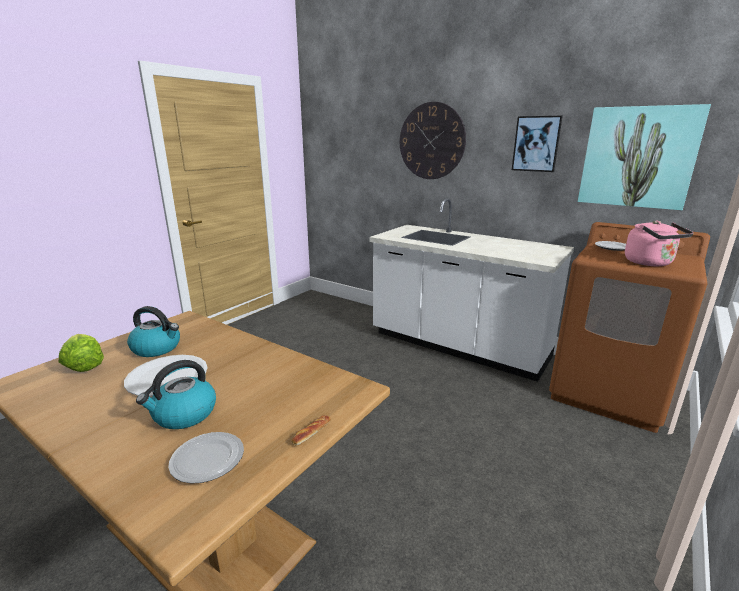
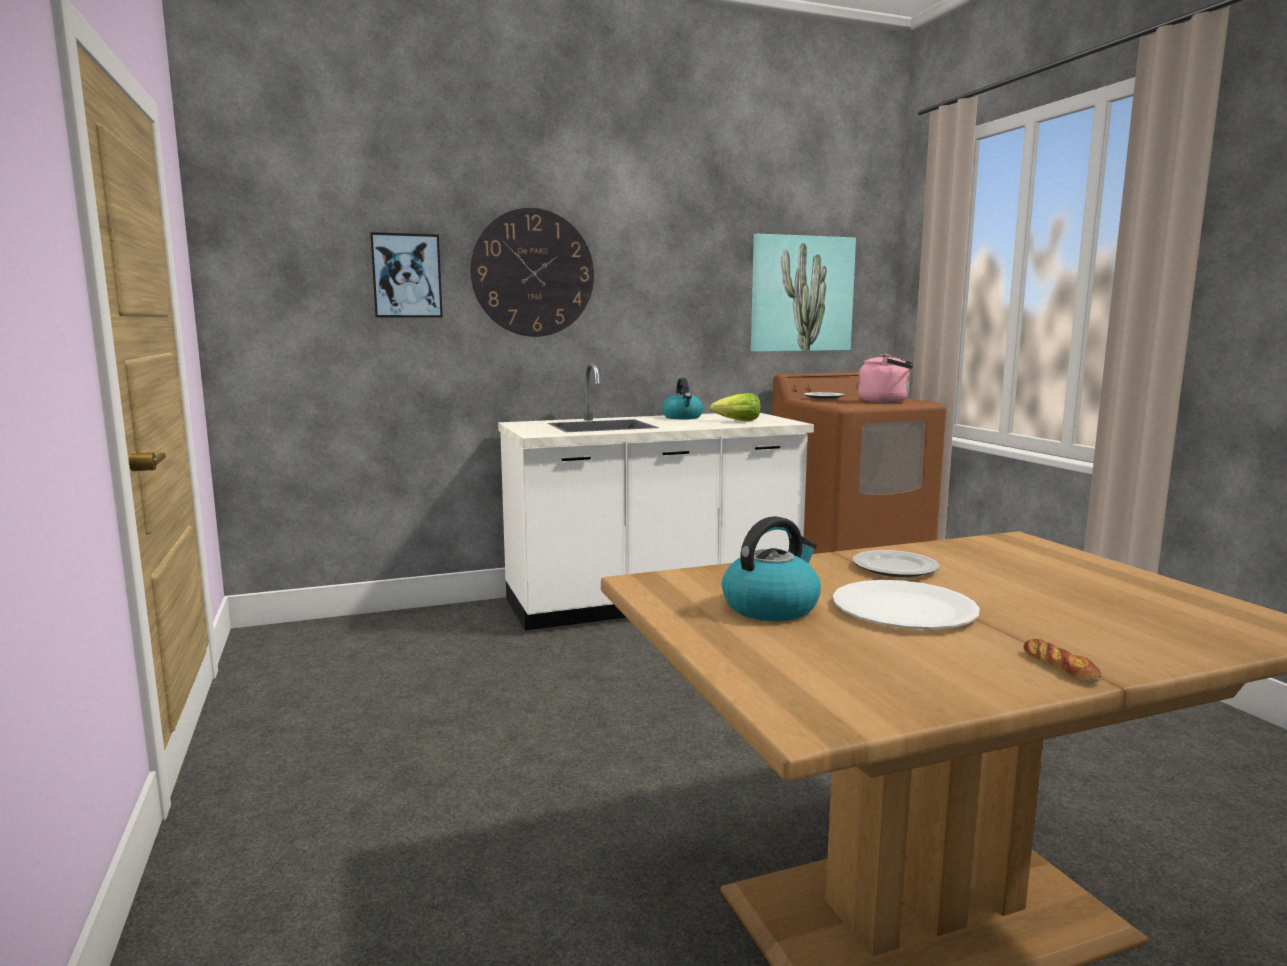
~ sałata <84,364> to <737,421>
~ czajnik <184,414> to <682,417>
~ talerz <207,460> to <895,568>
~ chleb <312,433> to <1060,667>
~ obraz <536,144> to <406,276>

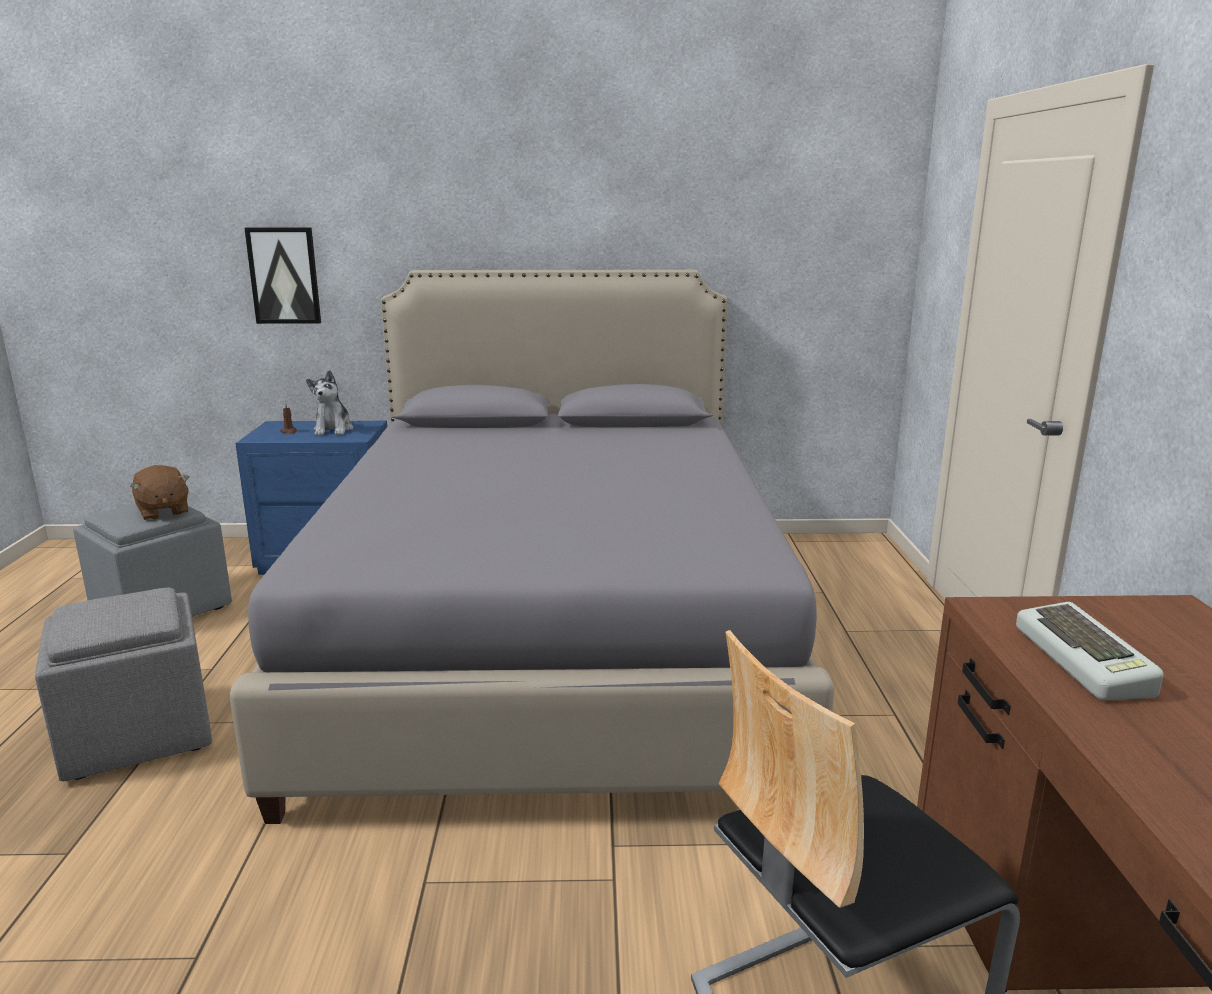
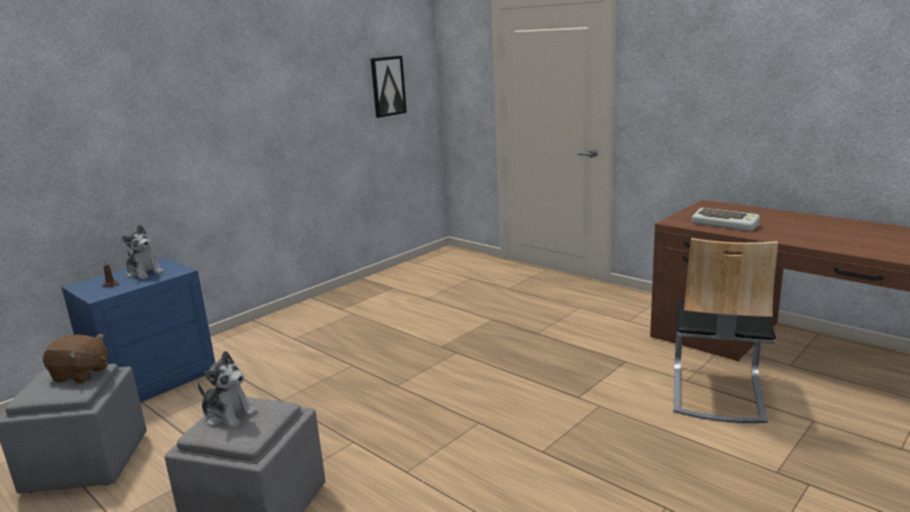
- łóżko [szary] <551,639>
+ pluszak <228,415>
~ obraz <284,275> to <388,86>

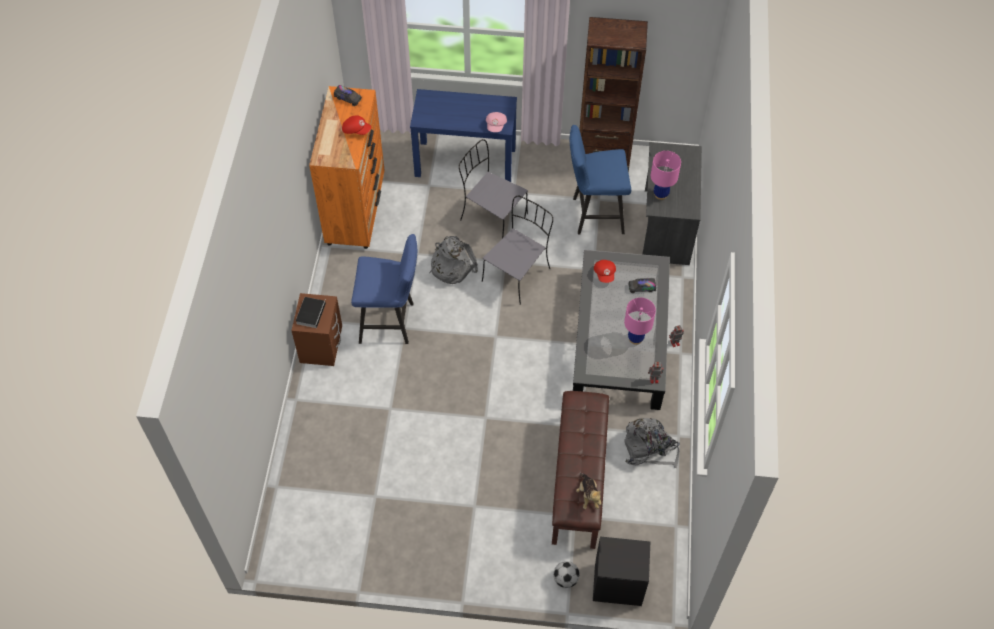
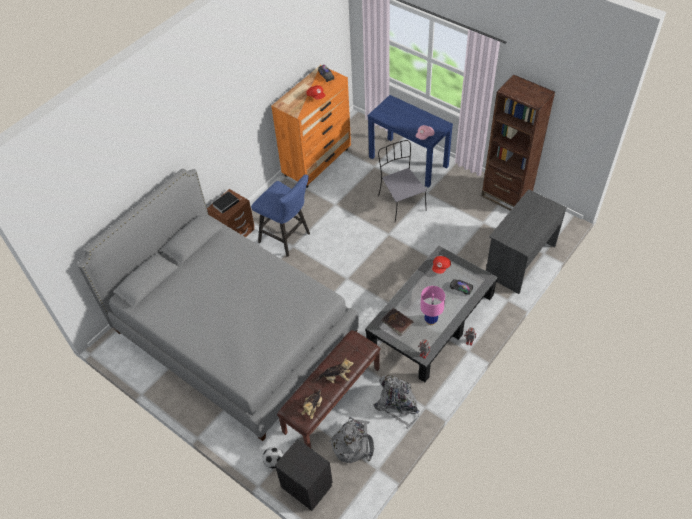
- krzesło [szary] <517,274>
- stołek [niebieski] <593,215>
- lampa stołowa [różowy] <660,194>
+ łóżko [szary] <234,332>
+ pluszak <336,377>
+ książka [brązowy] <397,322>
~ plecak [szary] <451,265> to <353,443>

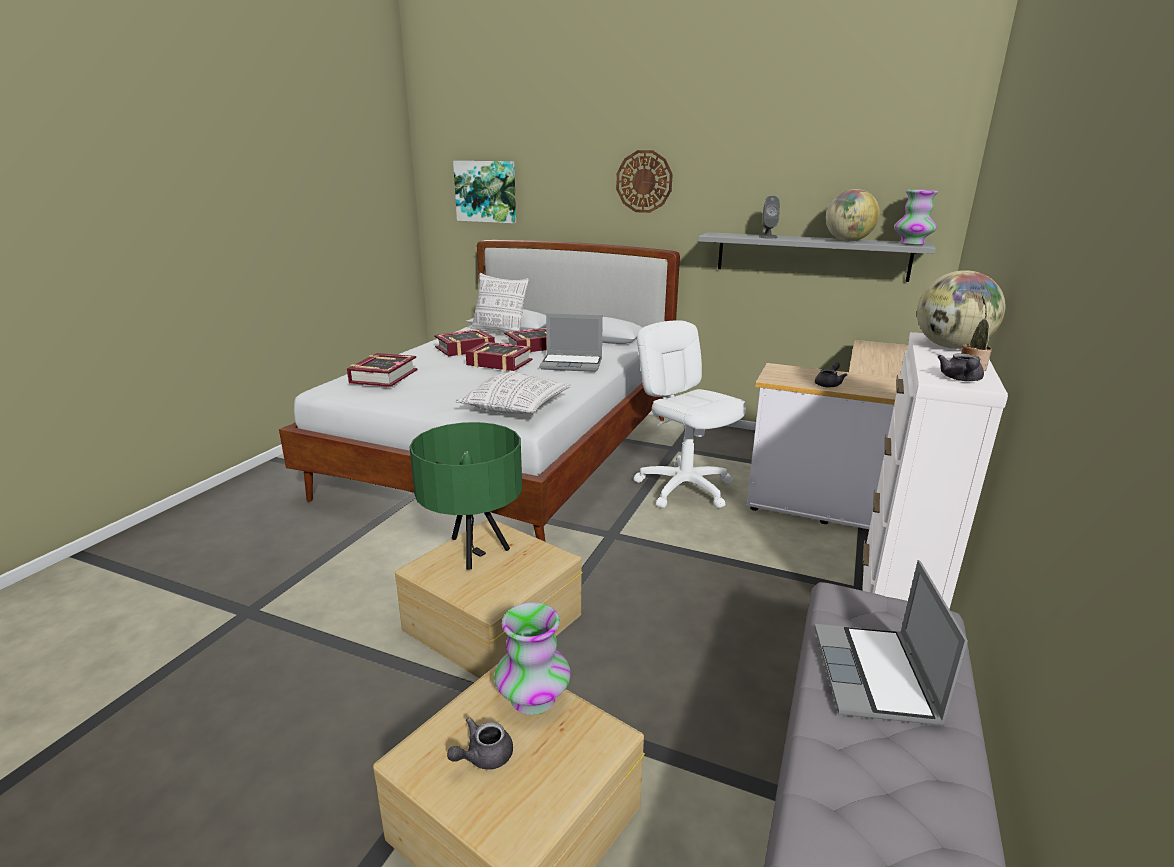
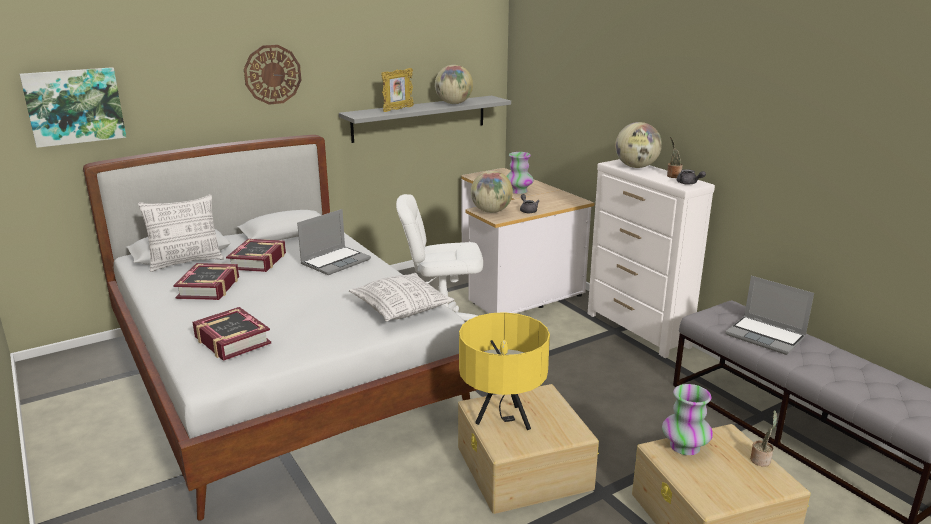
- imbryk [szary] <483,757>
- książka <499,363>
+ globus <491,211>
+ roślina doniczkowa <761,460>
~ wazon <912,243> to <518,191>
~ głośnik [szary] <767,237> to ramka na zdjęcie <398,109>
~ lampa stołowa [zielony] <473,550> to lampa stołowa [żółty] <502,420>

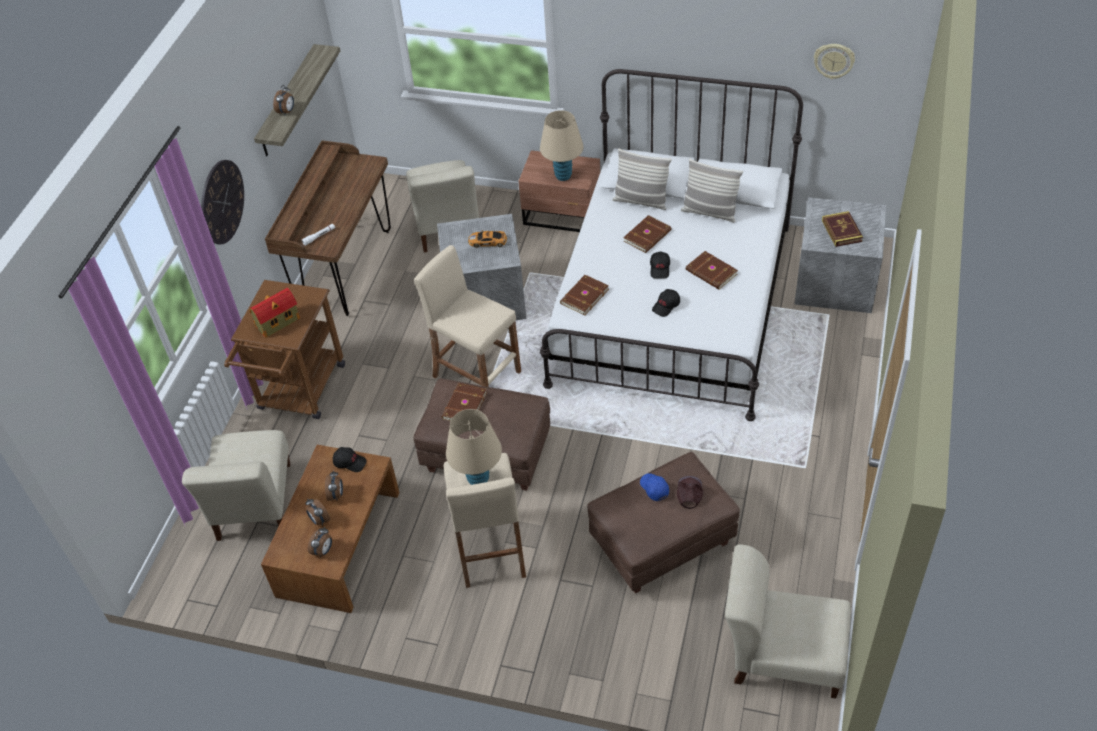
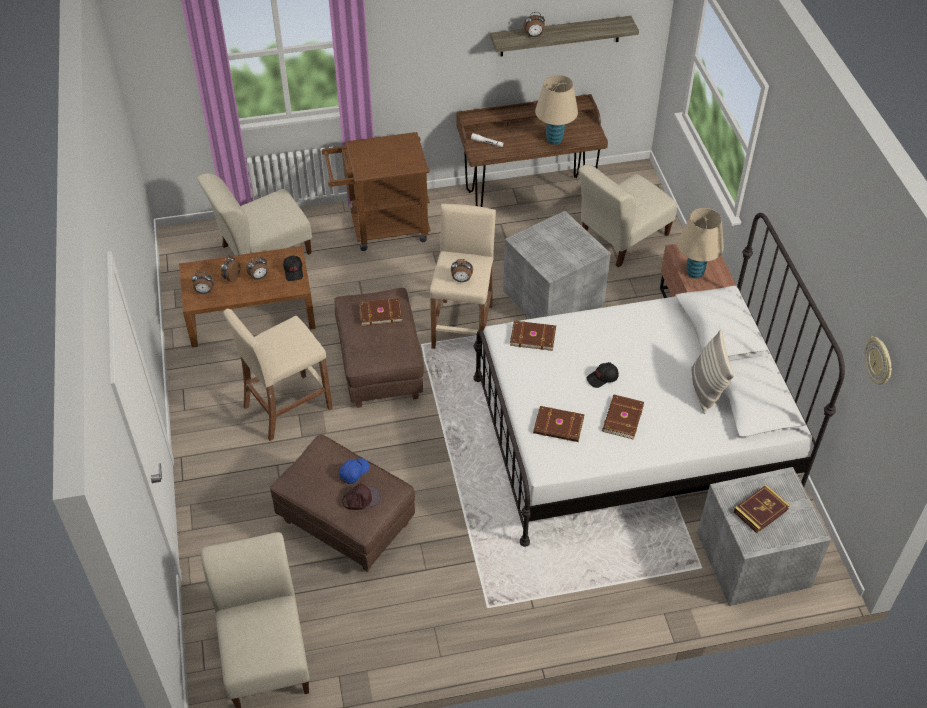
- zegar ścienny <222,202>
- domek <277,323>
- samochodzik <488,242>
- poduszka <641,201>
- czapka z daszkiem [czarny] <666,306>
+ budzik <461,280>
~ lampa stołowa [beżowy] <478,479> to <554,140>
~ książka [brązowy] <648,236> to <558,426>

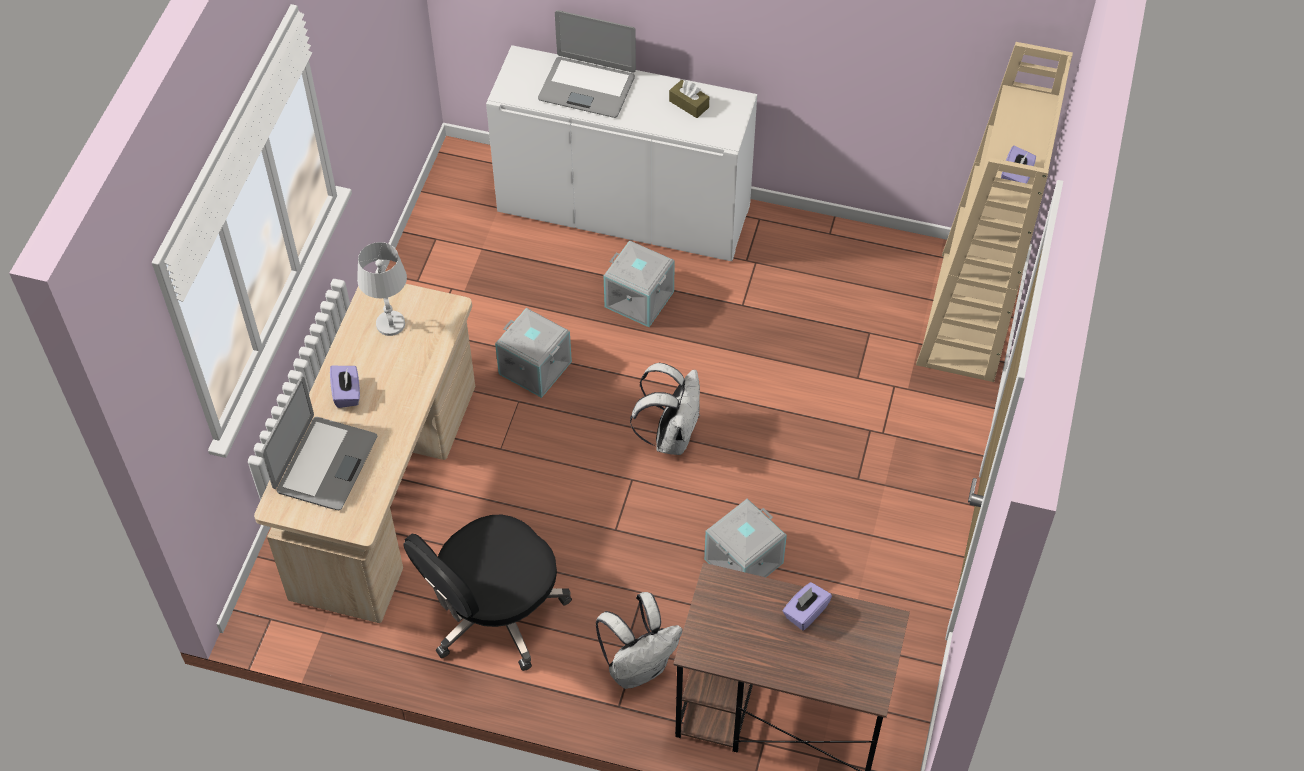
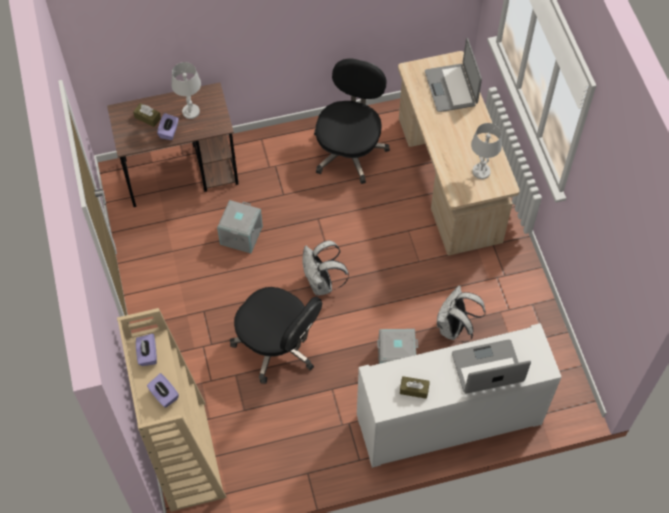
- pojemnik do przechowywania [szary] <536,367>
+ pudełko chusteczek [brązowy] <147,118>
+ lampa stołowa [biały] <190,111>
+ krzesło biurowe [czarny] <277,345>
~ pudełko chusteczek [fioletowy] <347,393> to <164,395>
~ plecak [biały] <638,667> to <454,328>

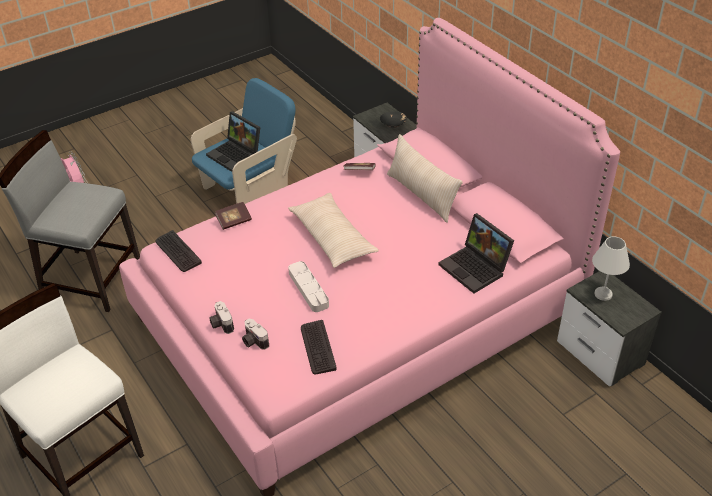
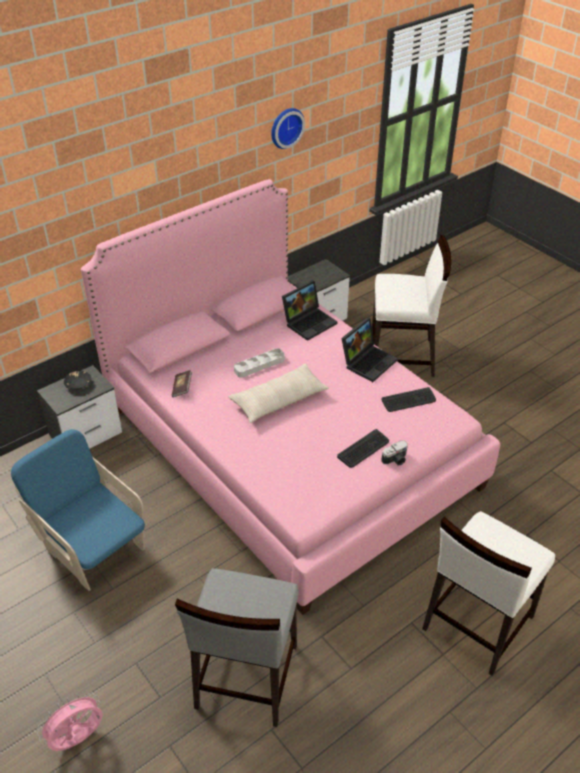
- książka <234,221>
- aparat fotograficzny <254,341>
- poduszka [beżowy] <421,195>
- lampa stołowa [biały] <602,293>
+ zegar ścienny <285,127>
+ krzesło [biały] <402,356>
~ klawiatura <178,252> to <363,449>
~ laptop <236,155> to <368,361>
~ taca [szary] <308,289> to <259,365>

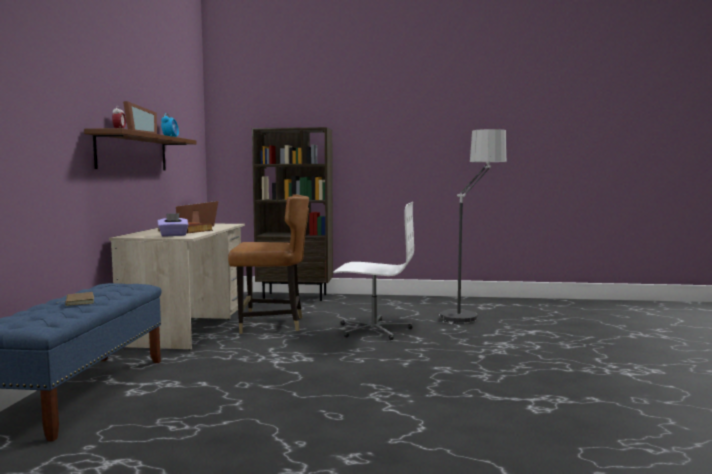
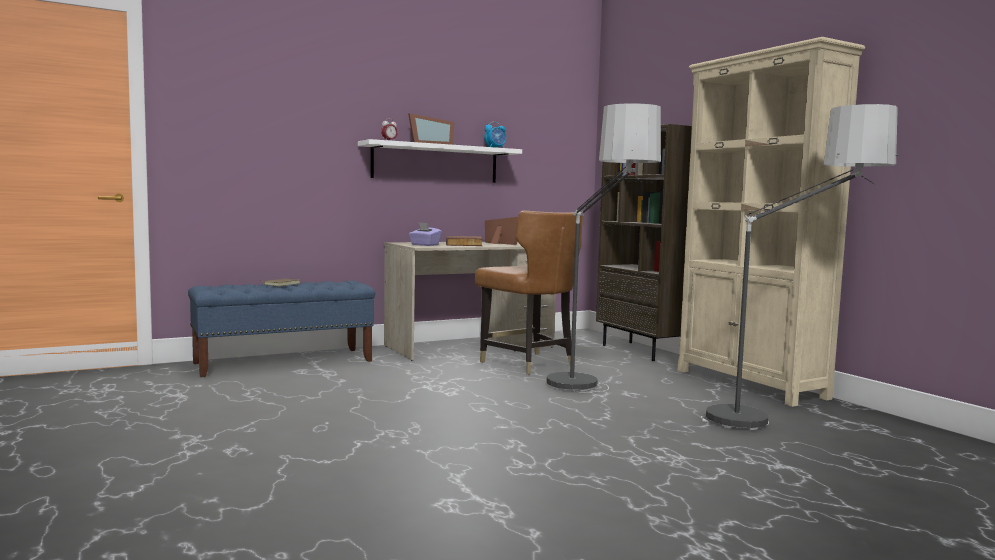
+ regał [beżowy] <750,384>
~ krzesło biurowe [biały] <373,329> to lampa stojąca <594,396>
~ półka [brązowy] <133,152> to półka [biały] <435,163>

